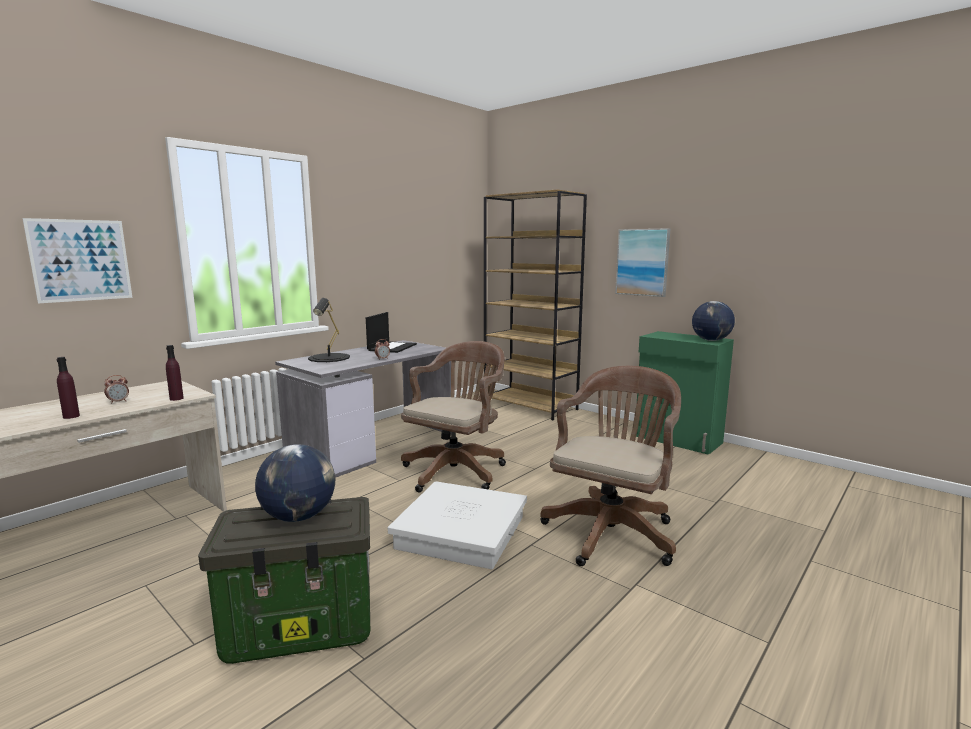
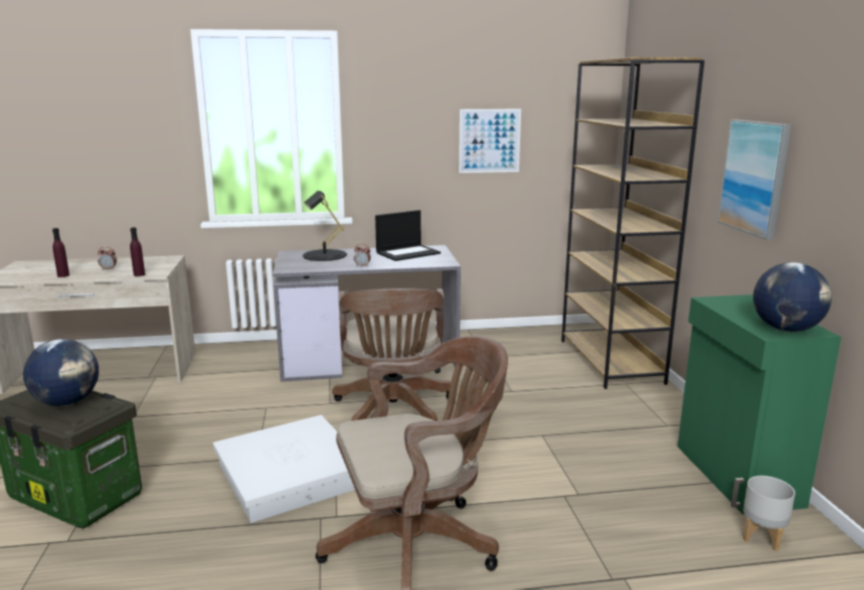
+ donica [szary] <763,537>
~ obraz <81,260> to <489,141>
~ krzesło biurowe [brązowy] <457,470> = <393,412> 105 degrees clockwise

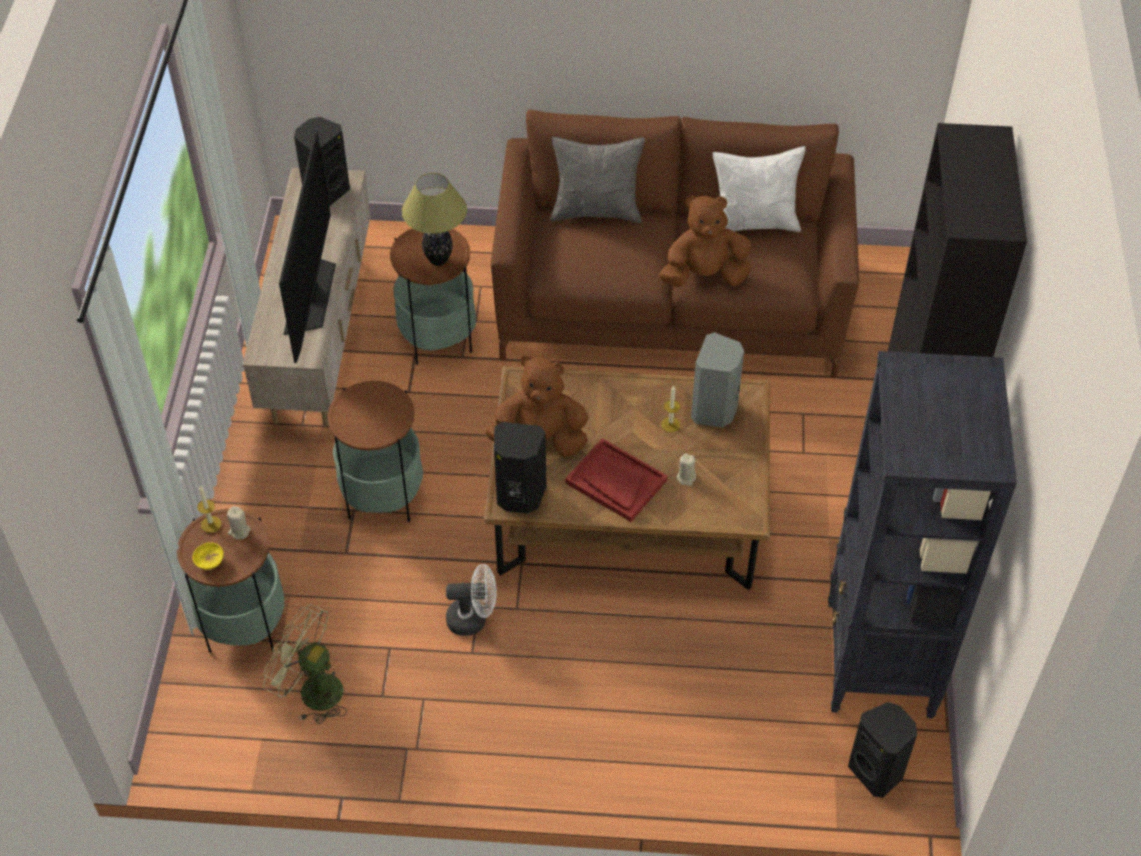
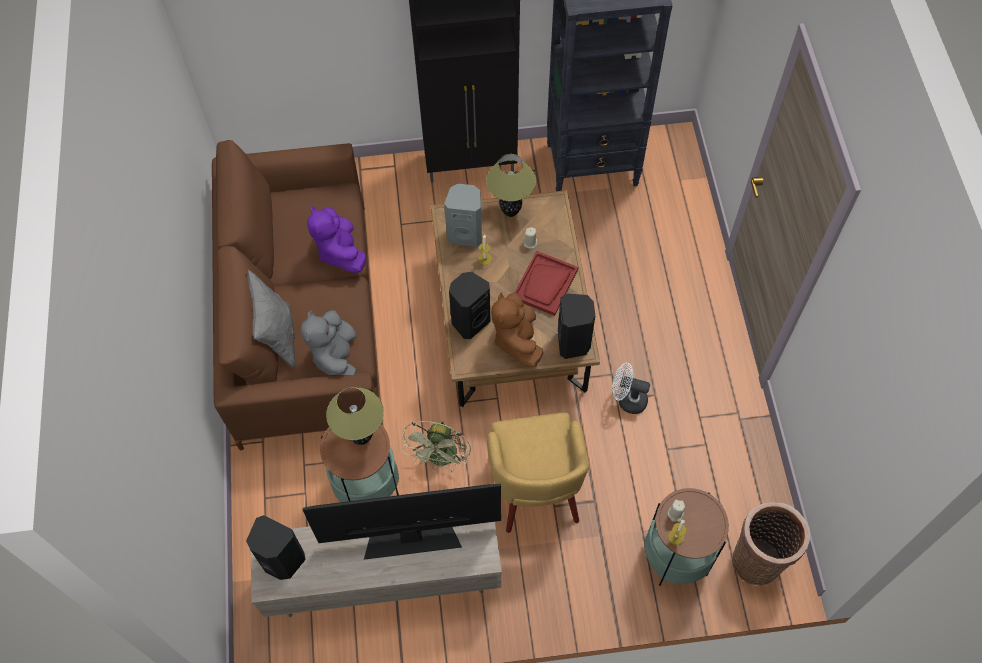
- miska [żółty] <209,561>
- poduszka [biały] <753,223>
+ pluszak [szary] <336,358>
+ lampa stołowa <510,211>
+ koszyk <758,558>
~ wentylator [zielony] <312,690> to <441,459>
~ głośnik [czarny] <877,771> to <469,321>
~ stolik <383,495> to fotel [żółty] <535,488>
~ pluszak [brązowy] <704,276> to pluszak [fioletowy] <340,252>
~ wentylator [biały] <473,619> = <627,400> 60 degrees counterclockwise

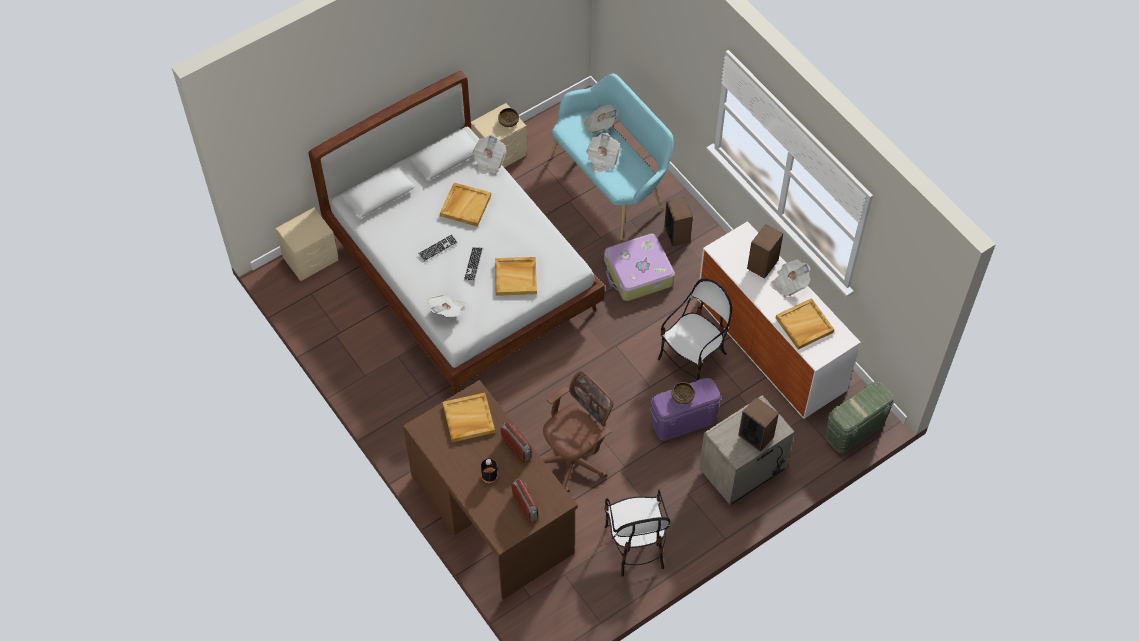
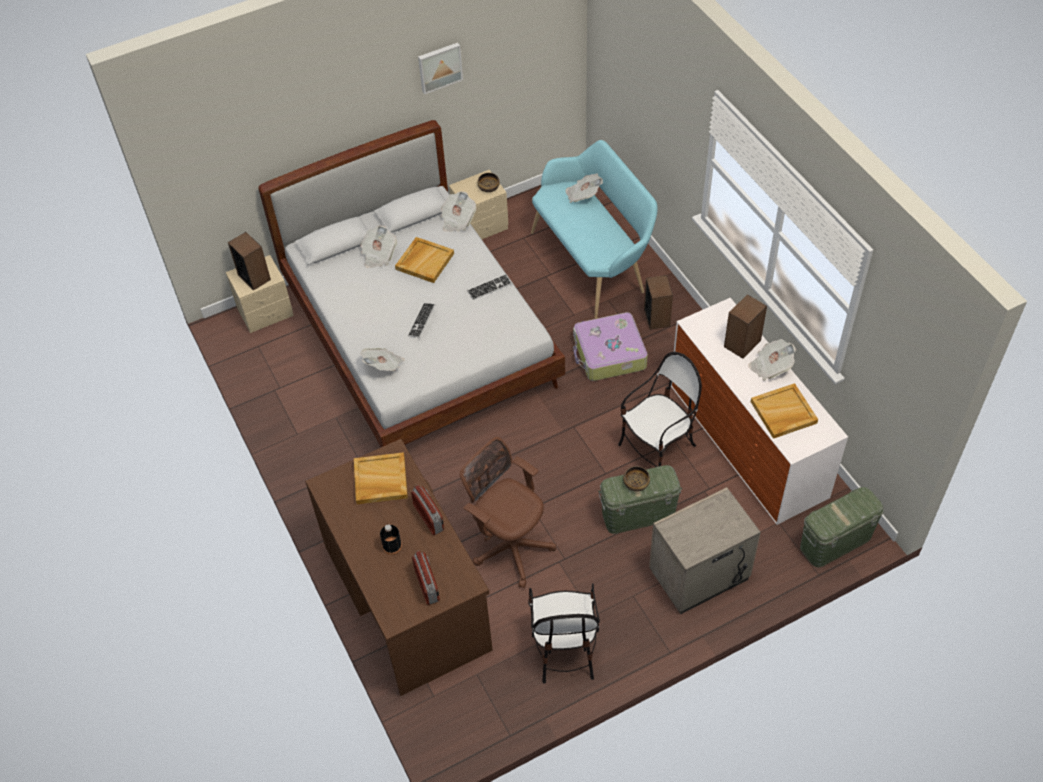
- taca [beżowy] <516,277>
+ obraz <439,67>
~ klawiatura <438,248> to <489,288>
~ gazeta <602,159> to <378,255>
~ głośnik <756,436> to <254,277>
~ pojemnik do przechowywania [fioletowy] <683,421> to pojemnik do przechowywania [zielony] <638,514>
~ krzesło biurowe [brązowy] <574,459> = <509,545> 105 degrees counterclockwise

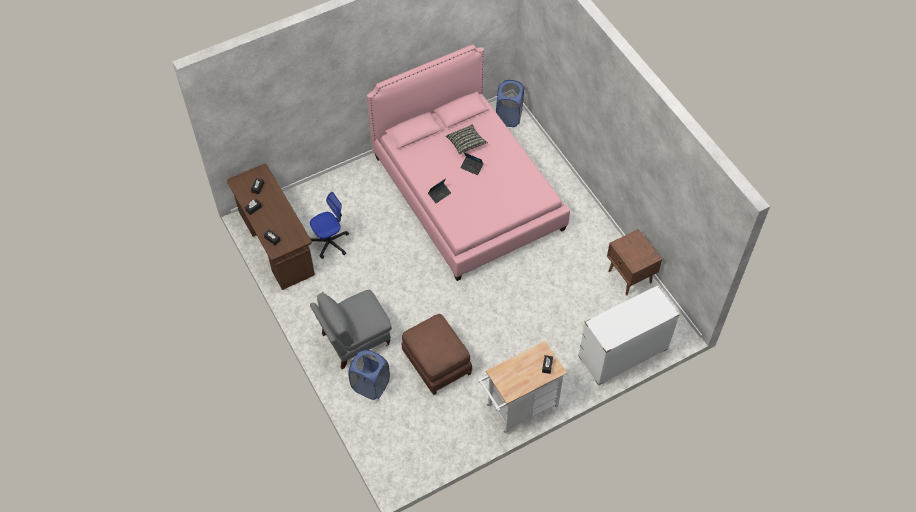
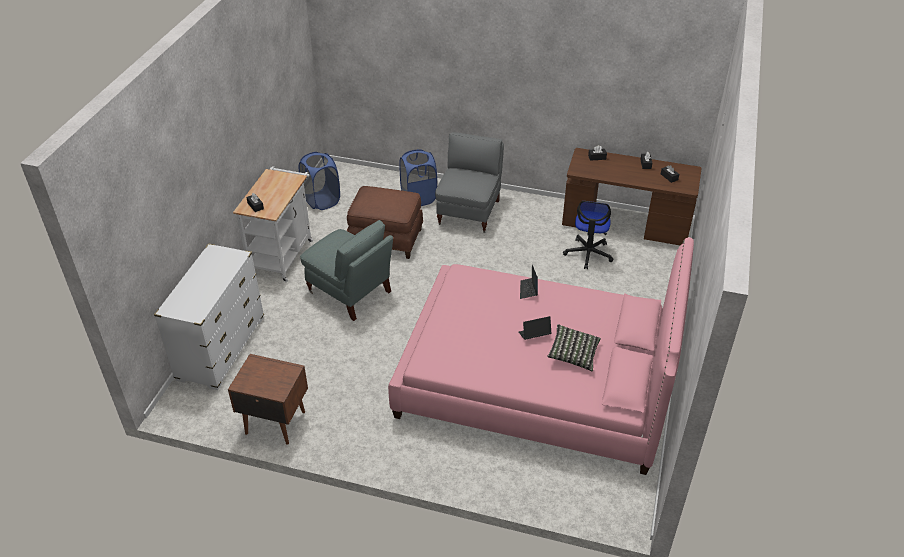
+ fotel [szary] <350,292>
~ kosz na pranie [niebieski] <509,117> to <321,200>

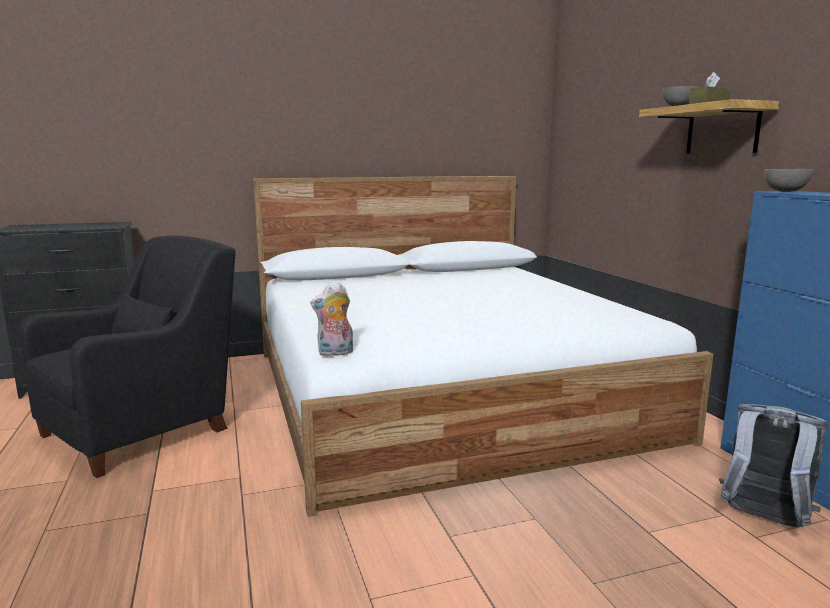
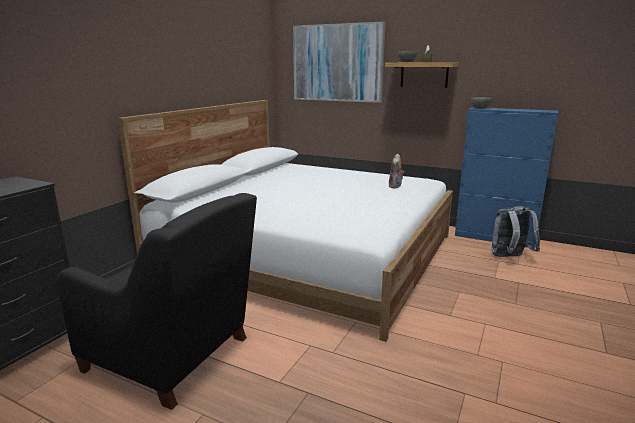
+ obraz <338,63>
~ pluszak <335,353> to <395,186>
~ fotel [czarny] <144,429> = <174,356> 120 degrees clockwise

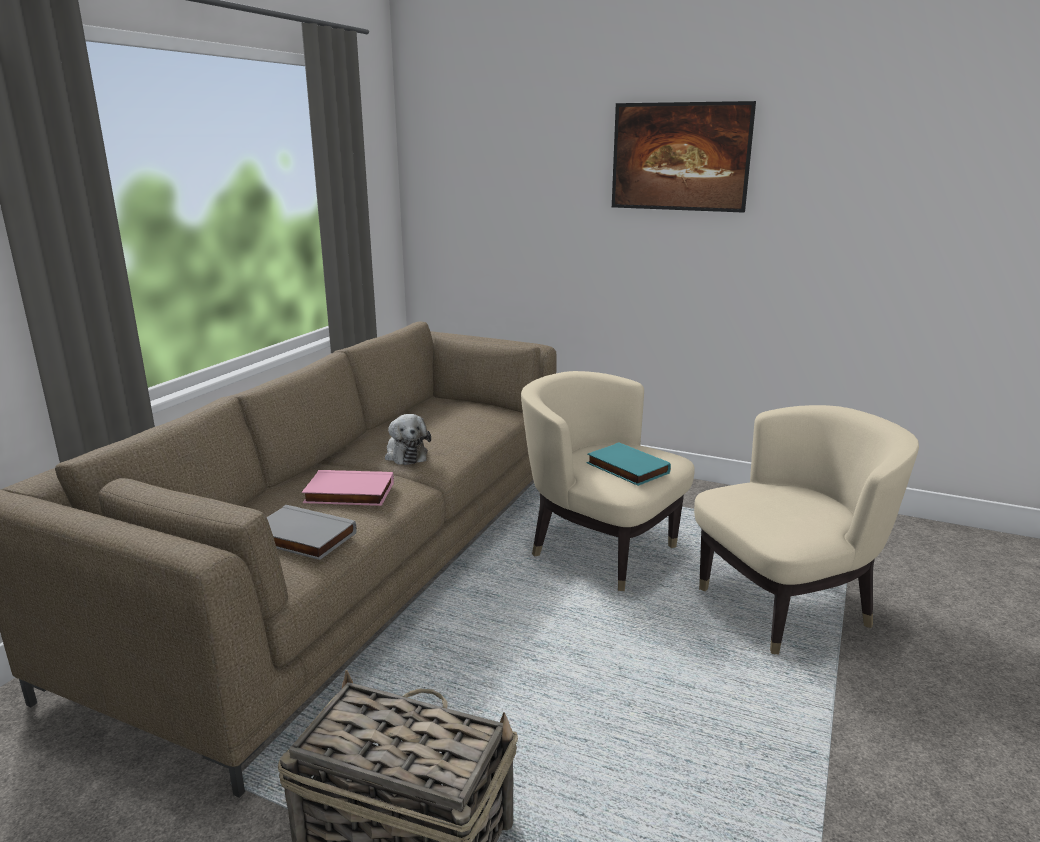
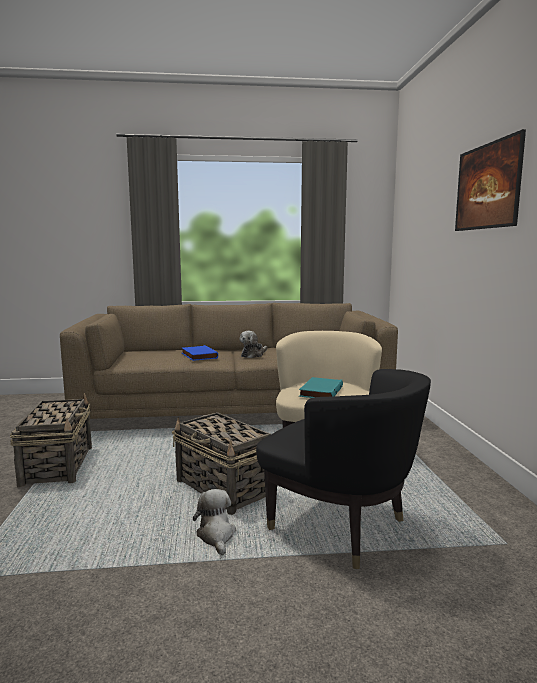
- książka [szary] <301,538>
+ koszyk <225,488>
+ pluszak <216,536>
~ książka [różowy] <348,494> to książka [niebieski] <198,356>
~ fotel [beżowy] <787,606> to fotel [czarny] <340,526>

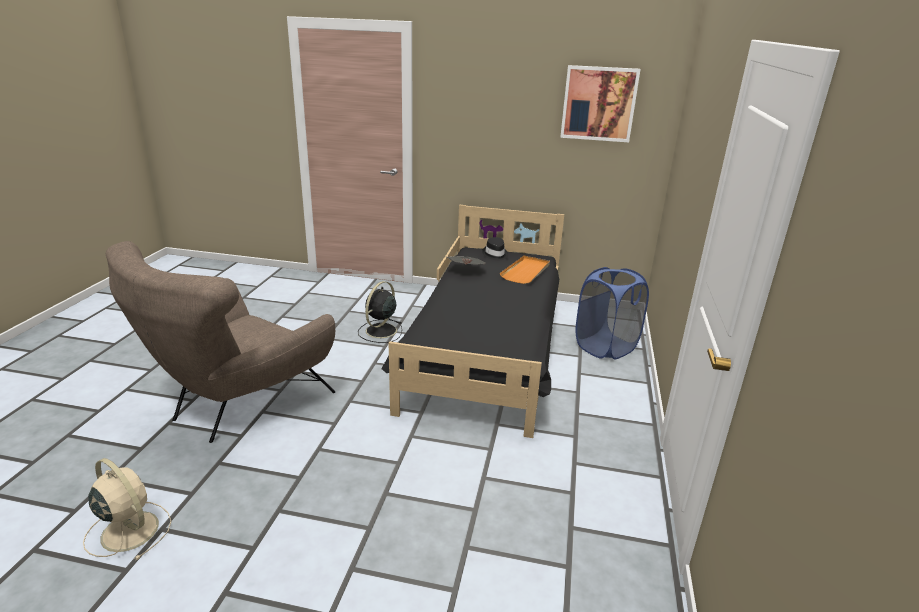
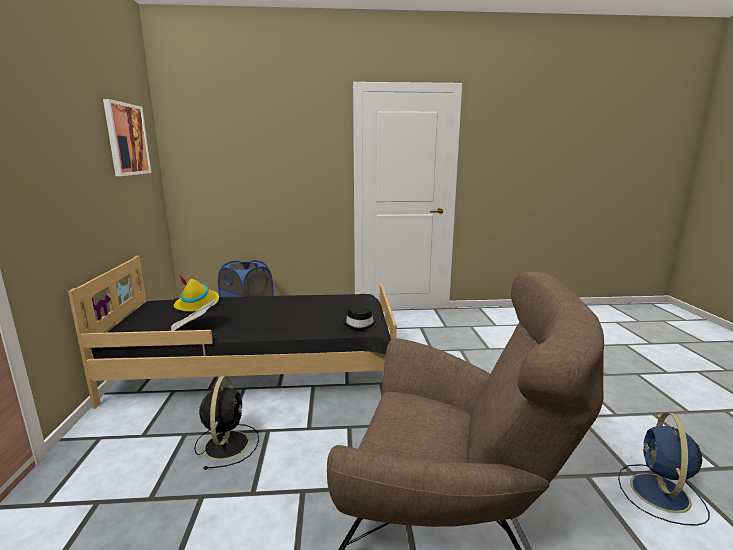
~ kapelusz [czarny] <495,254> to <360,325>
~ taca [pomarańczowy] <526,271> to kapelusz [żółty] <198,304>
~ wentylator [beżowy] <128,530> to wentylator [niebieski] <660,494>
~ wentylator [czarny] <380,331> = <227,444> 105 degrees counterclockwise

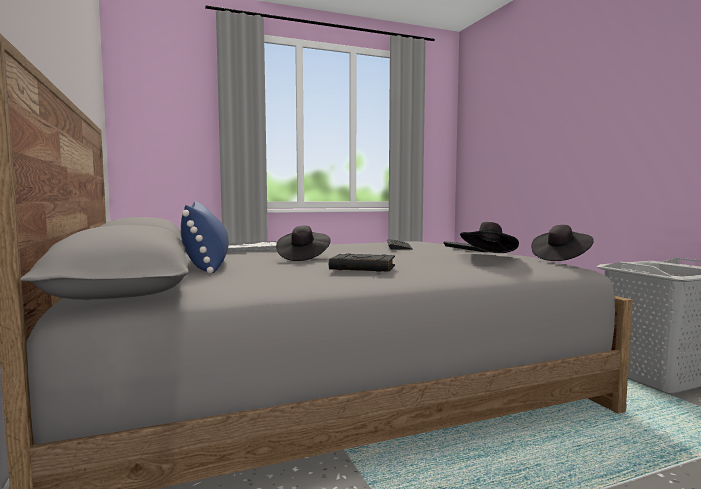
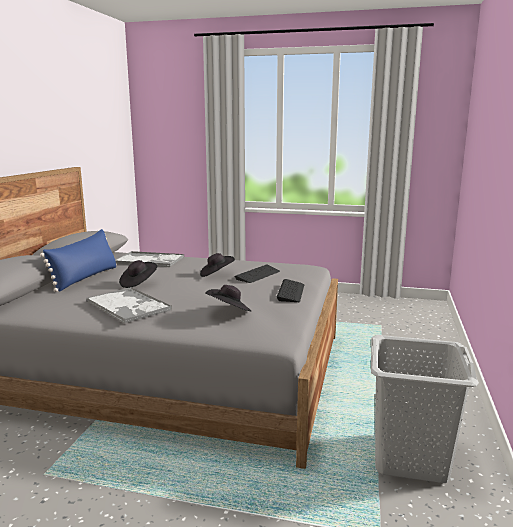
~ kapelusz [czarny] <560,258> to <216,274>
~ książka [czarny] <363,268> to taca <128,306>

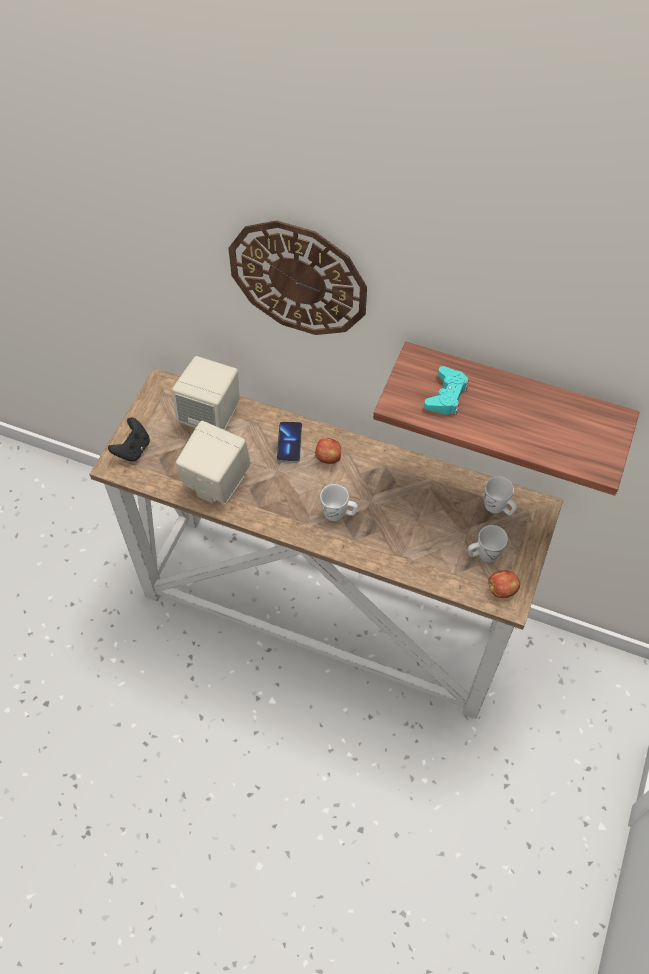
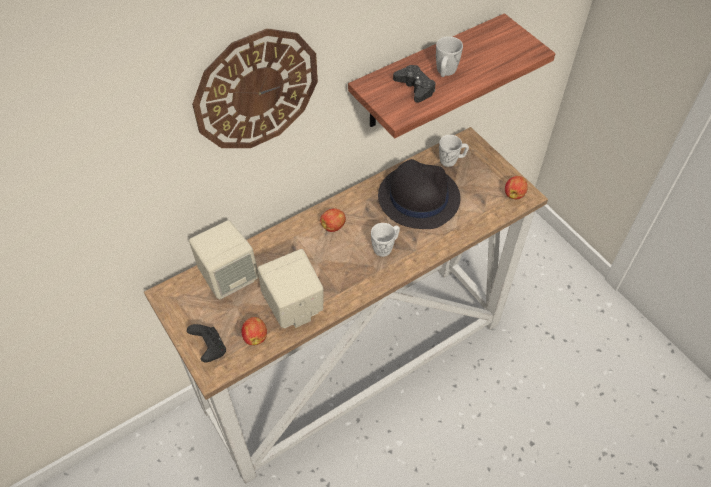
- telefon <289,443>
+ jabłko <255,336>
+ kapelusz [czarny] <418,197>
~ kubek [biały] <483,554> to <445,72>
~ pad do gier [turkusowy] <446,395> to pad do gier [czarny] <415,87>

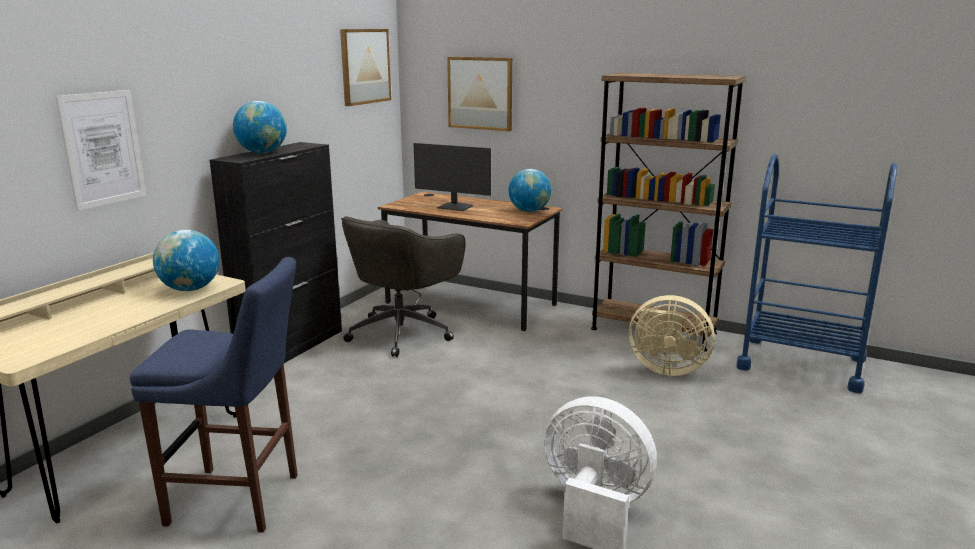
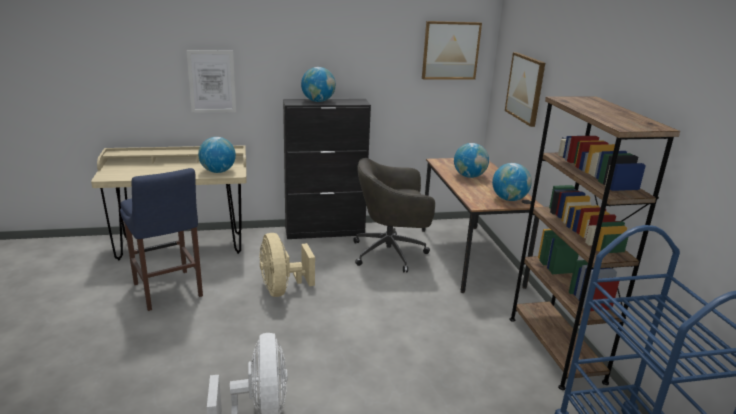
~ wentylator [beżowy] <665,368> to <282,289>
~ monitor <454,207> to globus <469,176>

